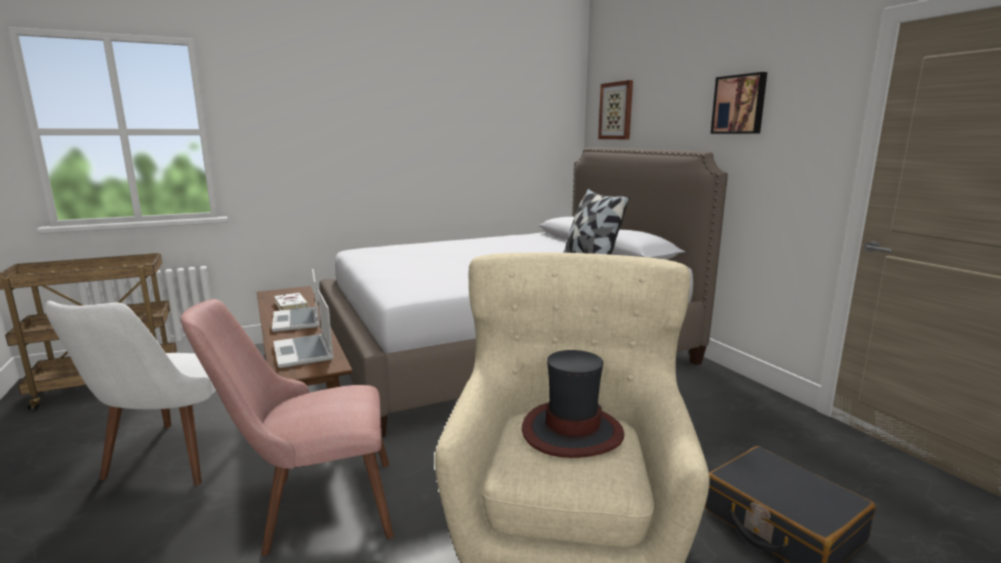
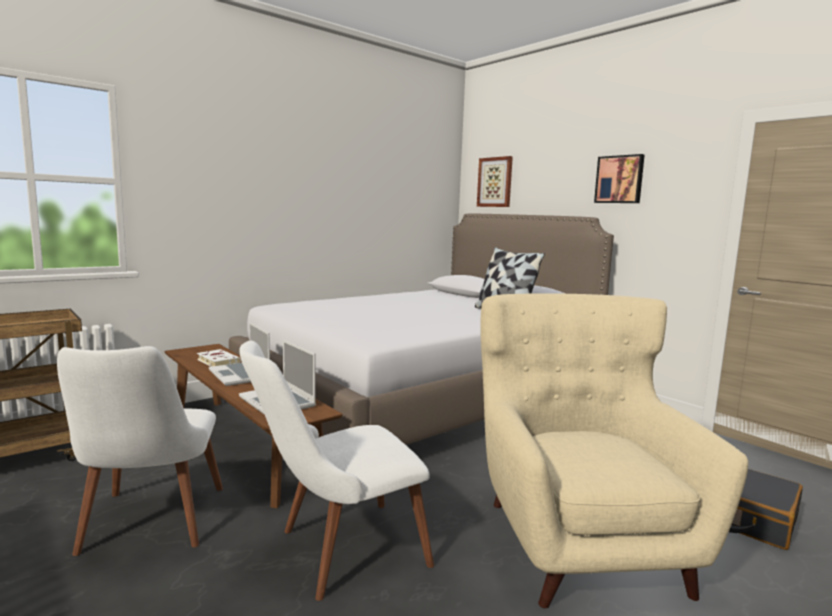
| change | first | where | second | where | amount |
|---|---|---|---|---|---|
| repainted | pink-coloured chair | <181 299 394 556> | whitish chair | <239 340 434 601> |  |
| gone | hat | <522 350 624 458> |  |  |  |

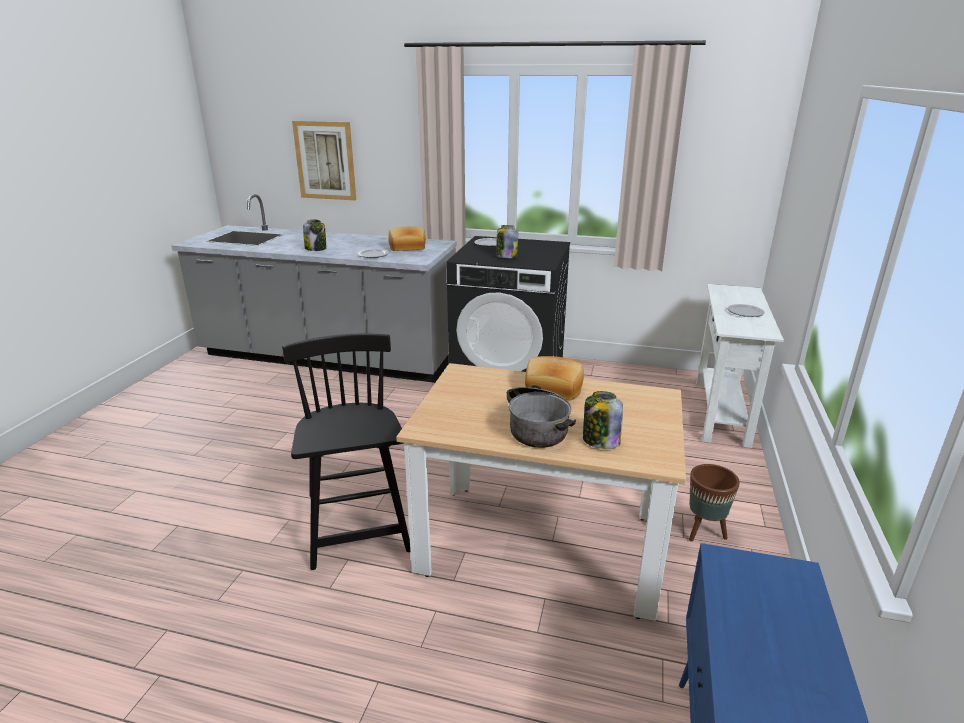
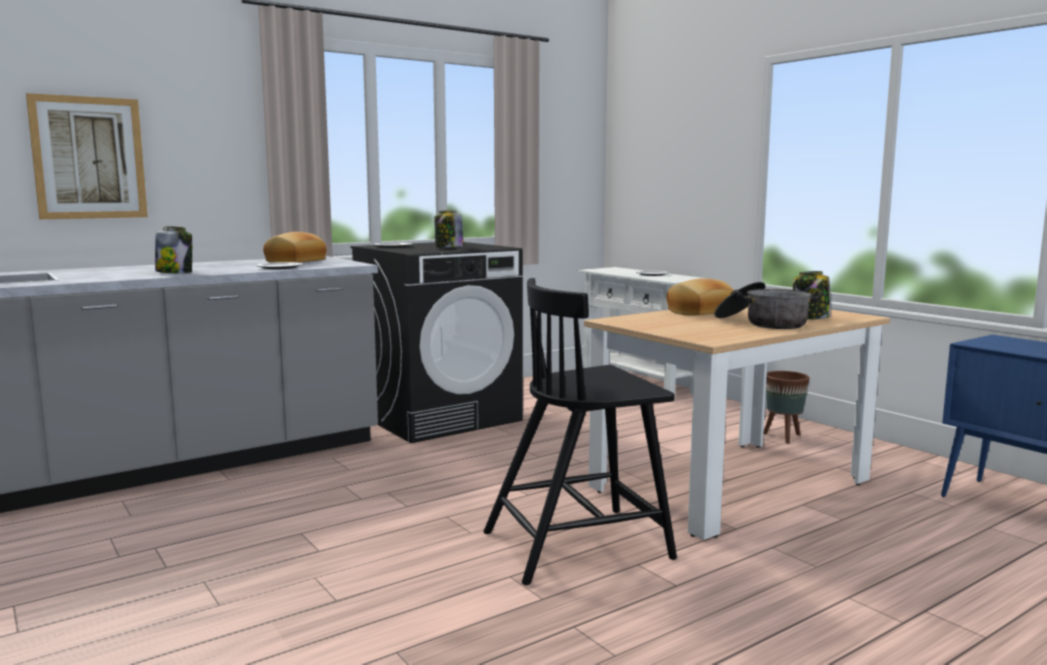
| change | first | where | second | where | amount |
|---|---|---|---|---|---|
| rotated | blackish chair | <282 334 410 570> |  | <483 278 677 585> | 45 degrees counterclockwise |

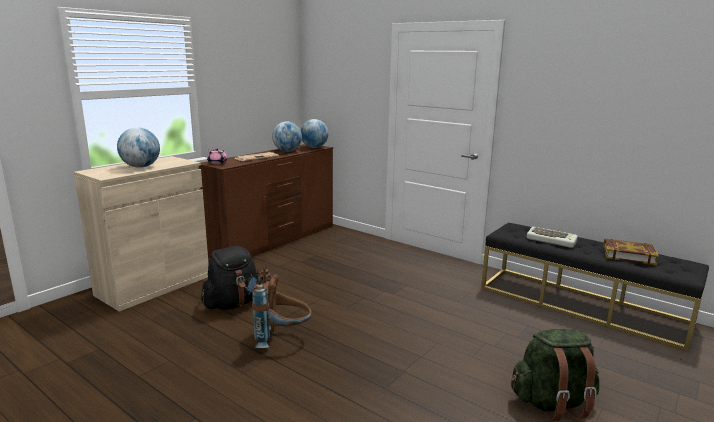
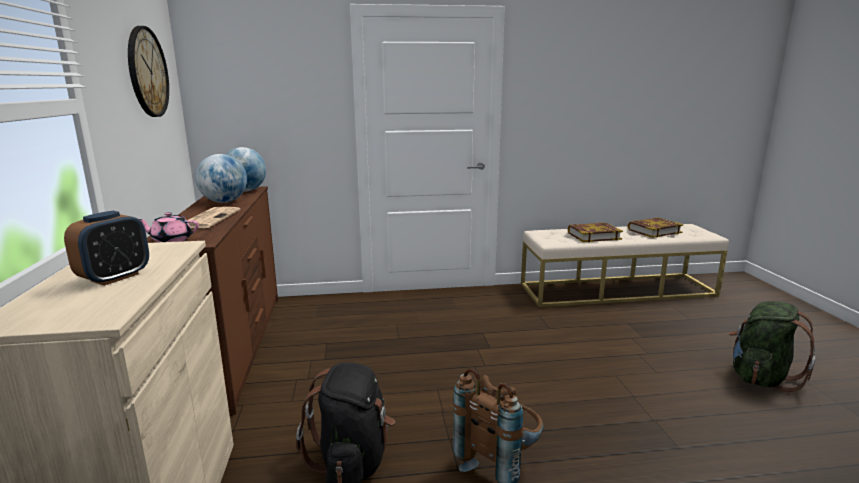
| change | first | where | second | where | amount |
|---|---|---|---|---|---|
| swapped | world globe | <117 127 160 168> | bedside clock | <64 211 149 286> |  |
| repainted | blackish bench | <481 223 709 351> | beige bench | <521 224 729 307> |  |
| swapped | keyboard | <527 227 578 248> | bound book | <568 222 623 242> |  |
| new |  |  | wall clock | <128 26 169 117> |  |

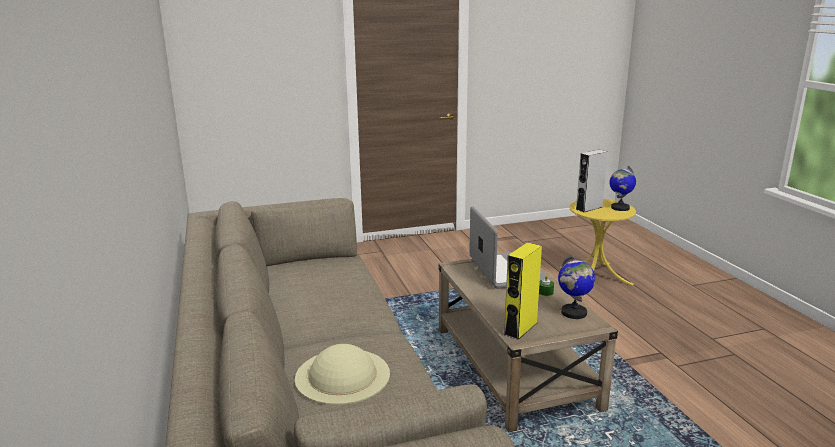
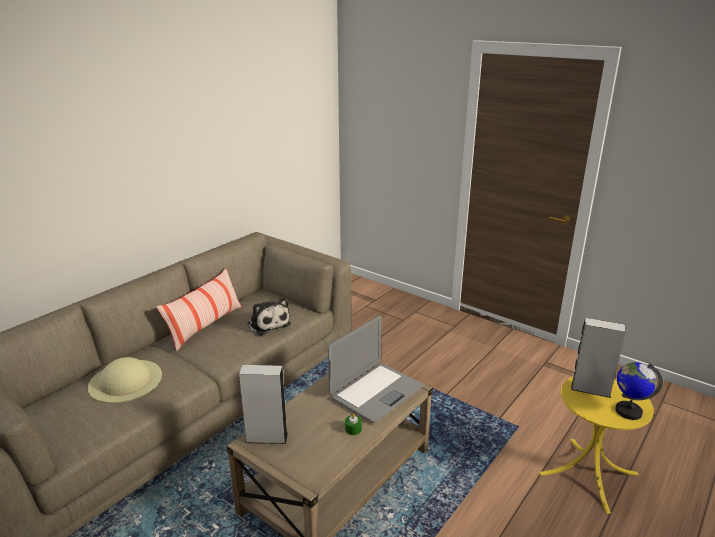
| change | first | where | second | where | amount |
|---|---|---|---|---|---|
| repainted | yellow-coloured speaker | <504 242 542 340> | gray speaker | <239 365 288 444> |  |
| gone | world globe | <558 254 595 319> |  |  |  |
| new |  |  | cushion | <156 268 242 351> |  |
| new |  |  | soft toy | <248 297 291 336> |  |

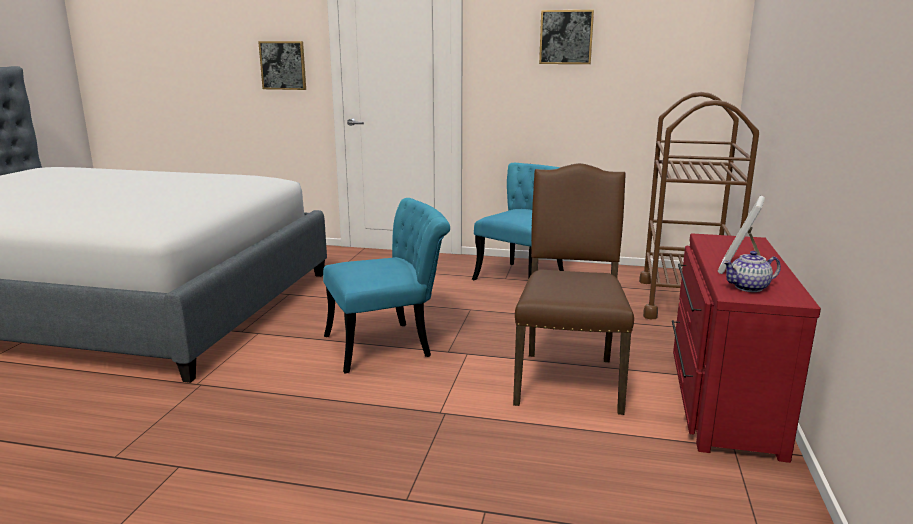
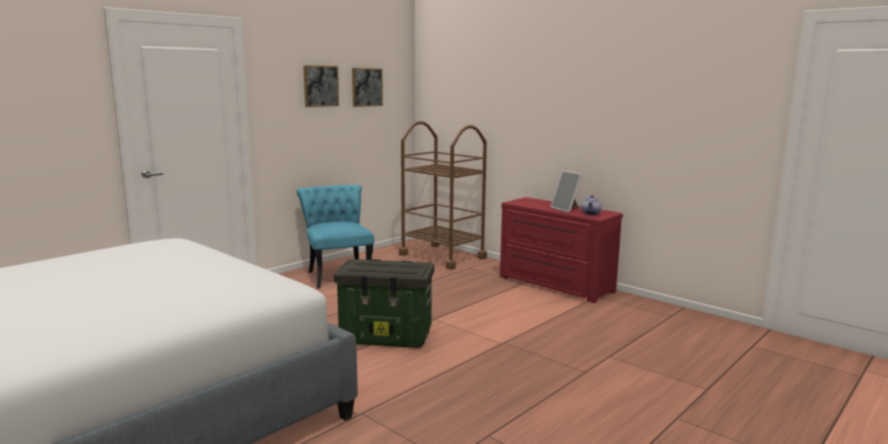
| change | first | where | second | where | amount |
|---|---|---|---|---|---|
| shifted | picture | <258 41 306 90> |  | <352 68 383 107> |  |
| gone | brownish chair | <513 163 634 415> |  |  |  |
| swapped | turquoise-coloured chair | <323 198 450 373> | storage container | <334 259 434 348> |  |

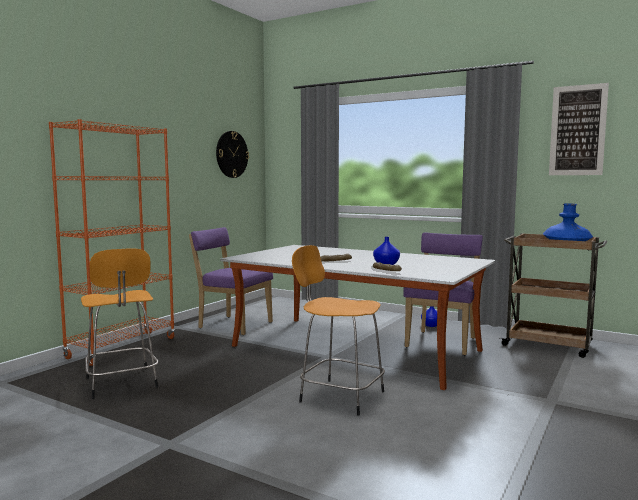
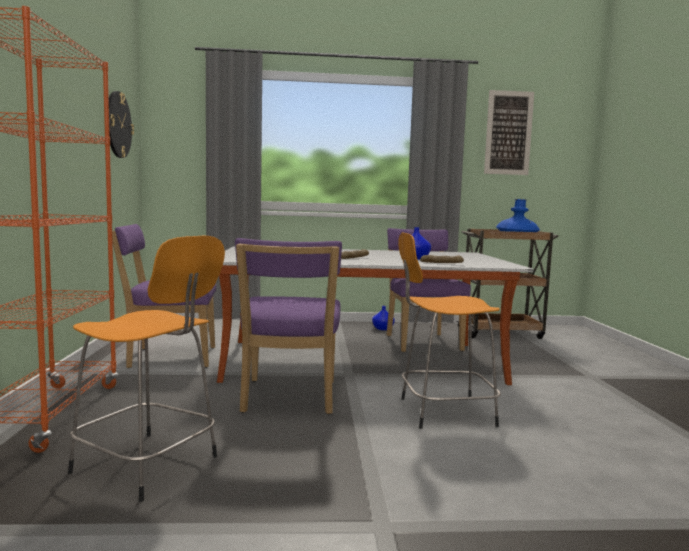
| change | first | where | second | where | amount |
|---|---|---|---|---|---|
| new |  |  | purplish chair | <235 238 342 414> |  |

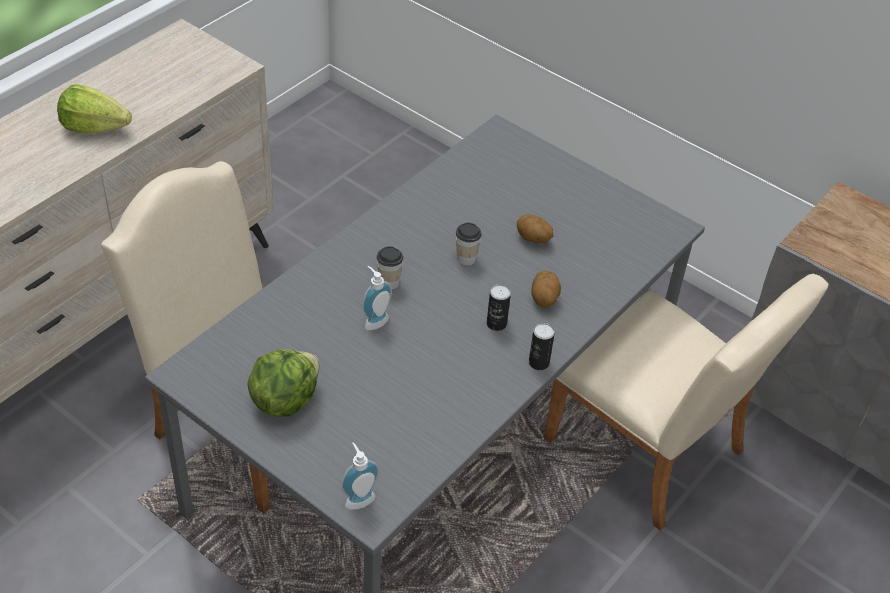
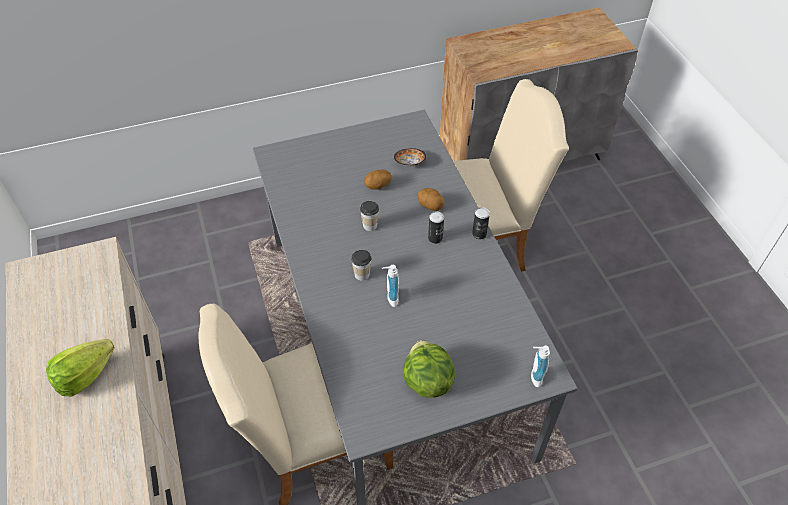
| change | first | where | second | where | amount |
|---|---|---|---|---|---|
| new |  |  | deep dish | <394 148 426 166> |  |

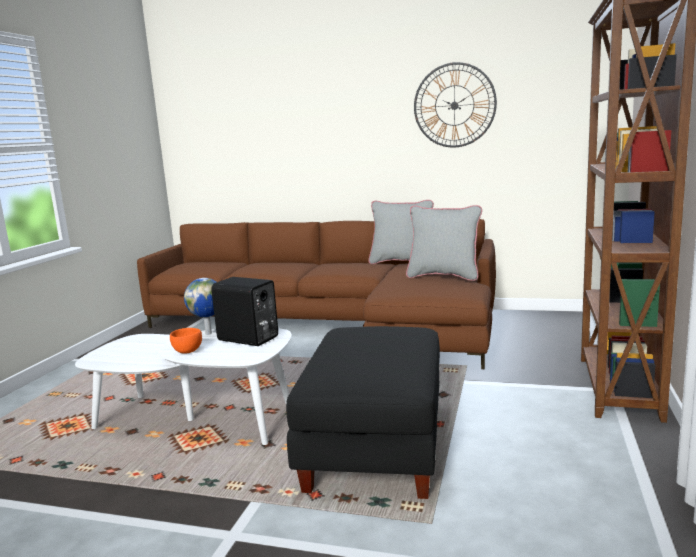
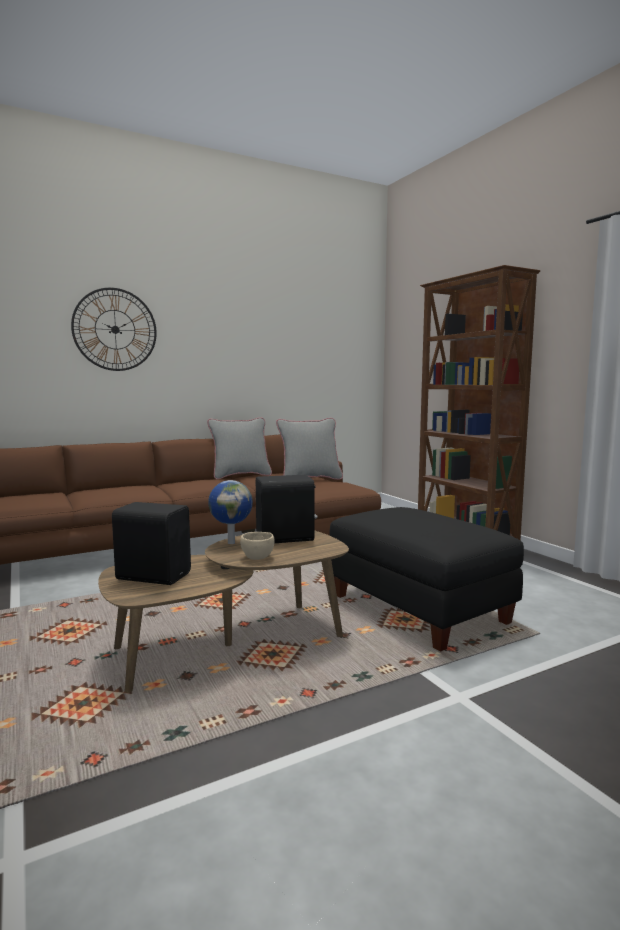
| change | first | where | second | where | amount |
|---|---|---|---|---|---|
| shifted | wall clock | <414 62 497 147> |  | <71 288 157 371> |  |
| repainted | orange-coloured deep dish | <170 328 202 354> | beige deep dish | <240 532 275 560> |  |
| repainted | whitish low table | <75 329 292 445> | brownish low table | <98 530 349 693> |  |
| new |  |  | blackish speaker | <112 502 191 585> |  |

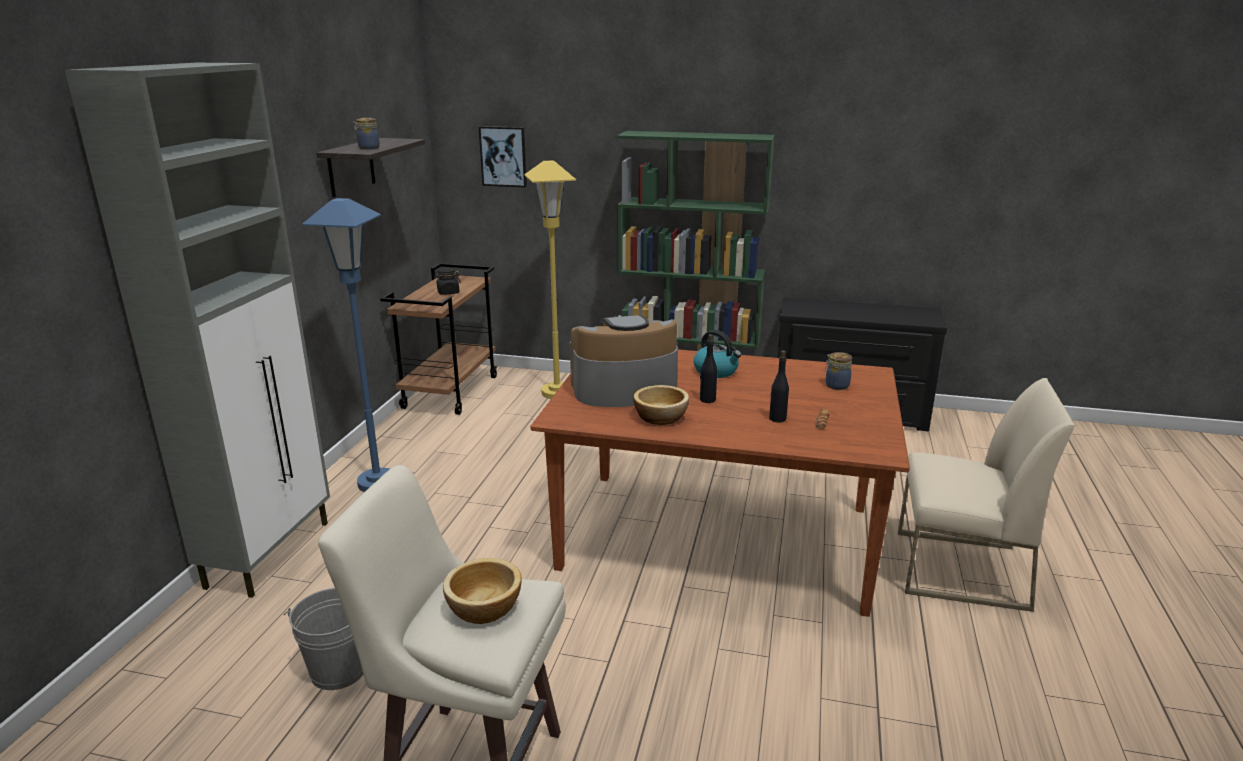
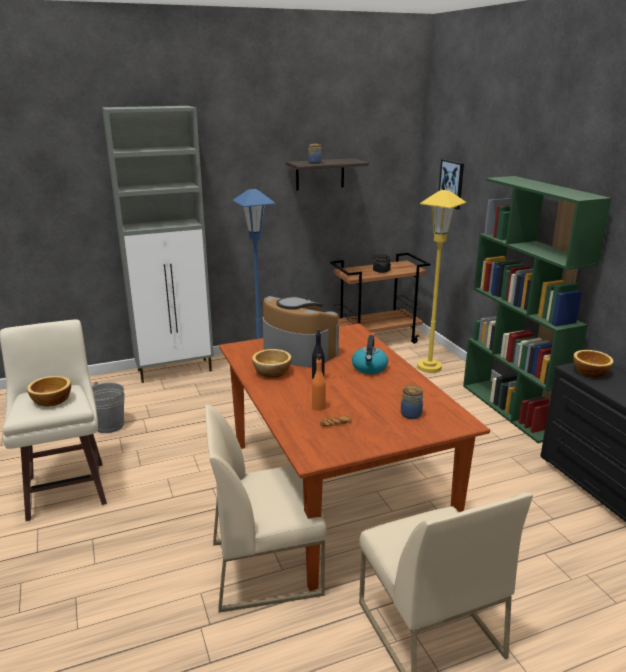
| change | first | where | second | where | amount |
|---|---|---|---|---|---|
| repainted | blackish beverage bottle | <769 350 789 422> | orange-coloured beverage bottle | <312 354 326 411> |  |
| new |  |  | deep dish | <573 350 614 378> |  |
| new |  |  | beige chair | <205 404 327 613> |  |

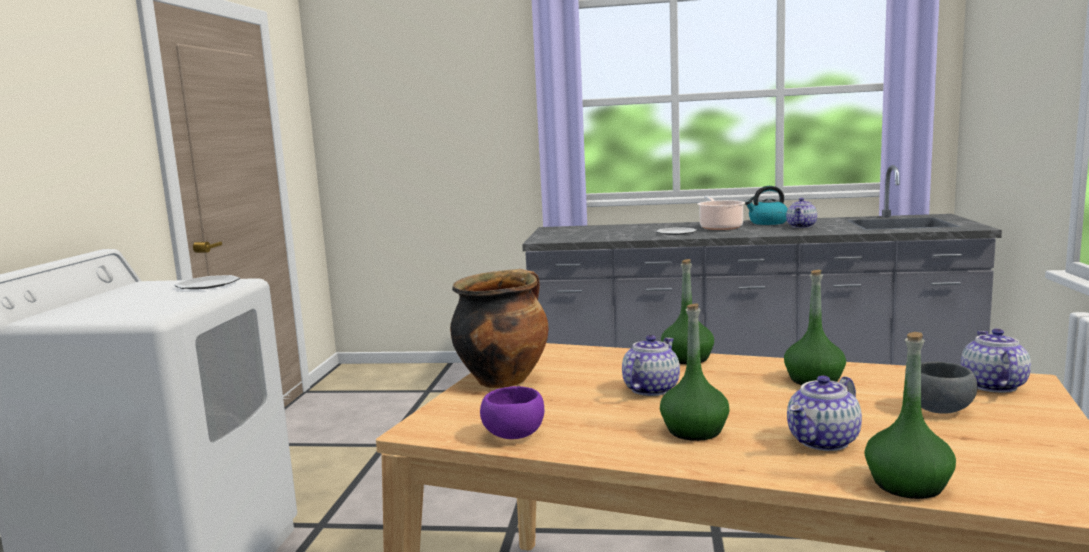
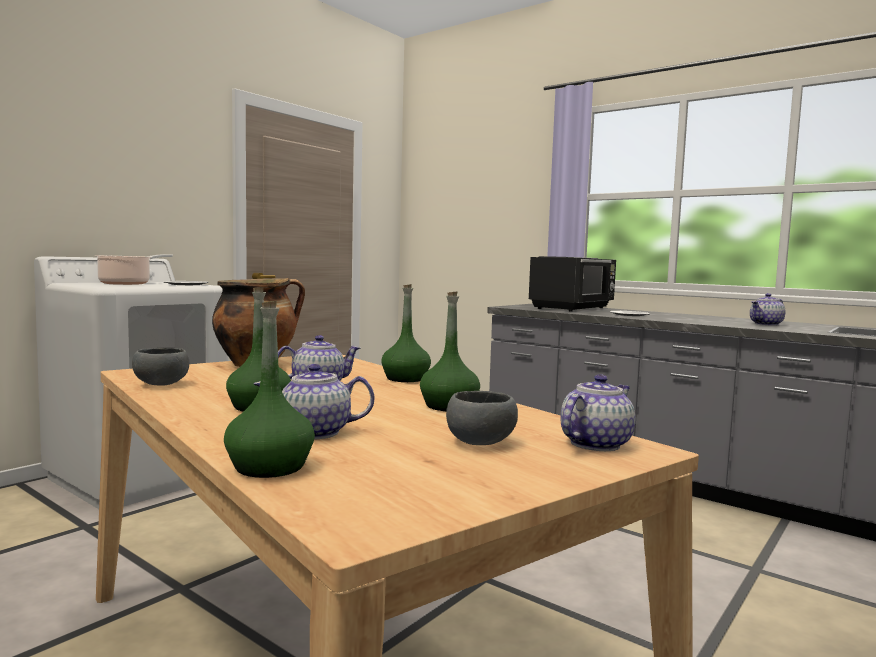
| change | first | where | second | where | amount |
|---|---|---|---|---|---|
| gone | tea kettle | <745 186 788 225> |  |  |  |
| shifted | saucepot | <698 196 745 230> |  | <95 254 173 285> |  |
| repainted | purplish deep dish | <480 386 544 439> | gray deep dish | <132 348 189 386> |  |
| new |  |  | blackish microwave | <529 256 616 312> |  |

